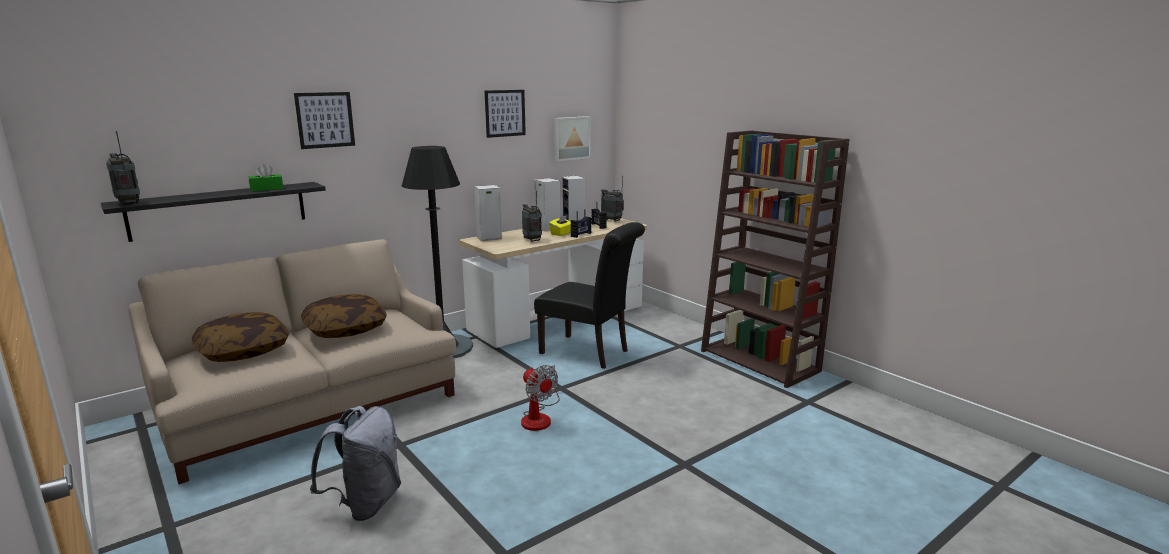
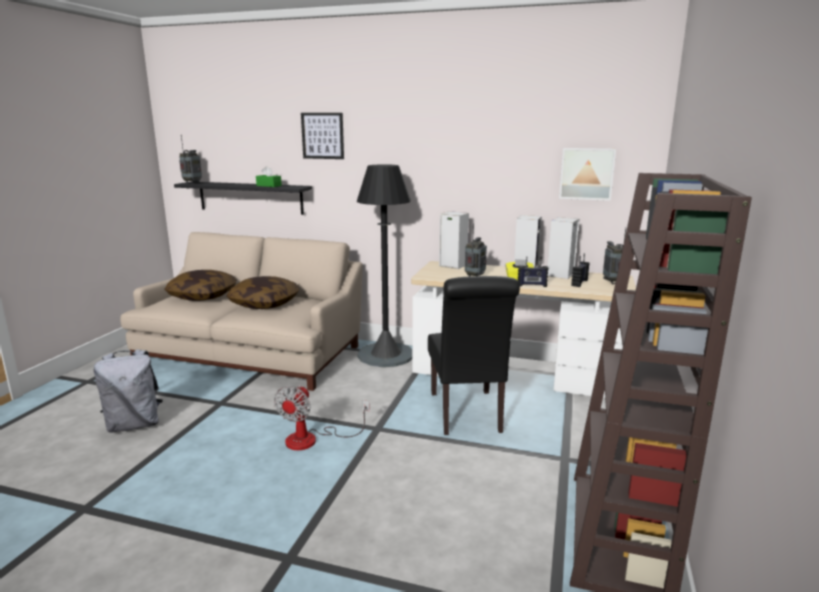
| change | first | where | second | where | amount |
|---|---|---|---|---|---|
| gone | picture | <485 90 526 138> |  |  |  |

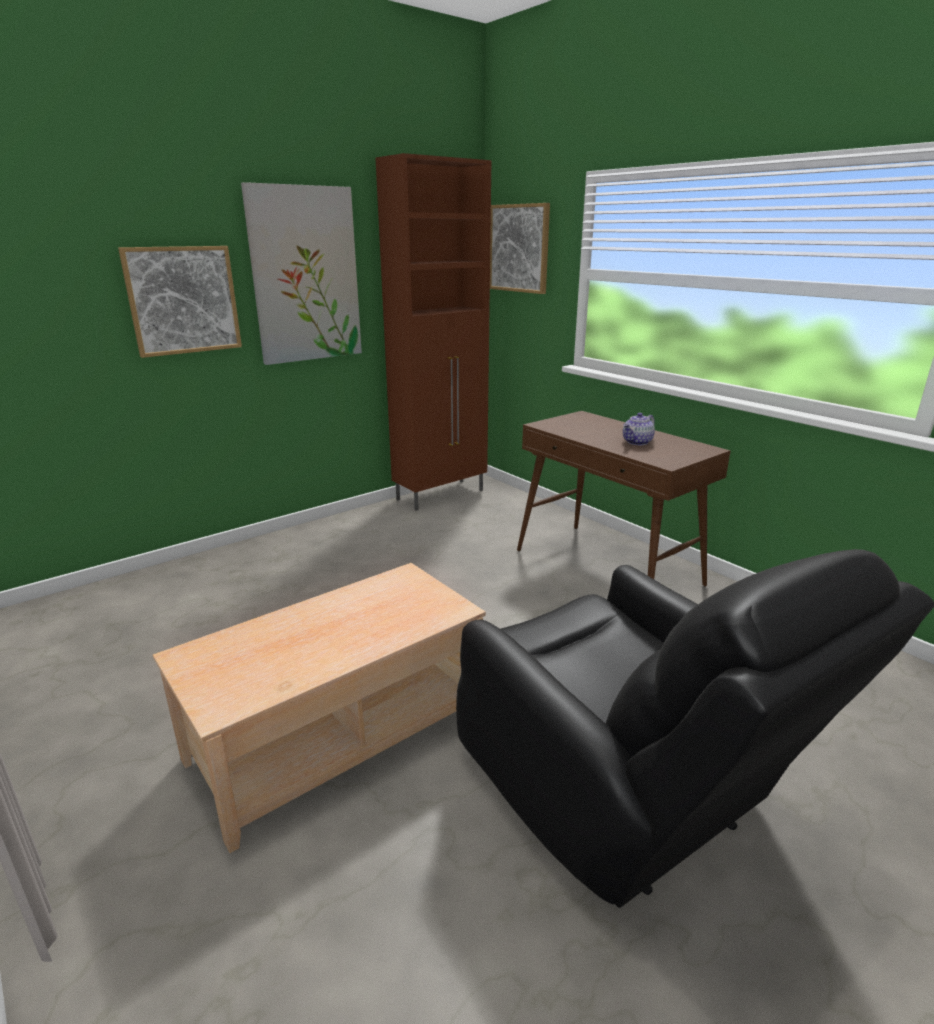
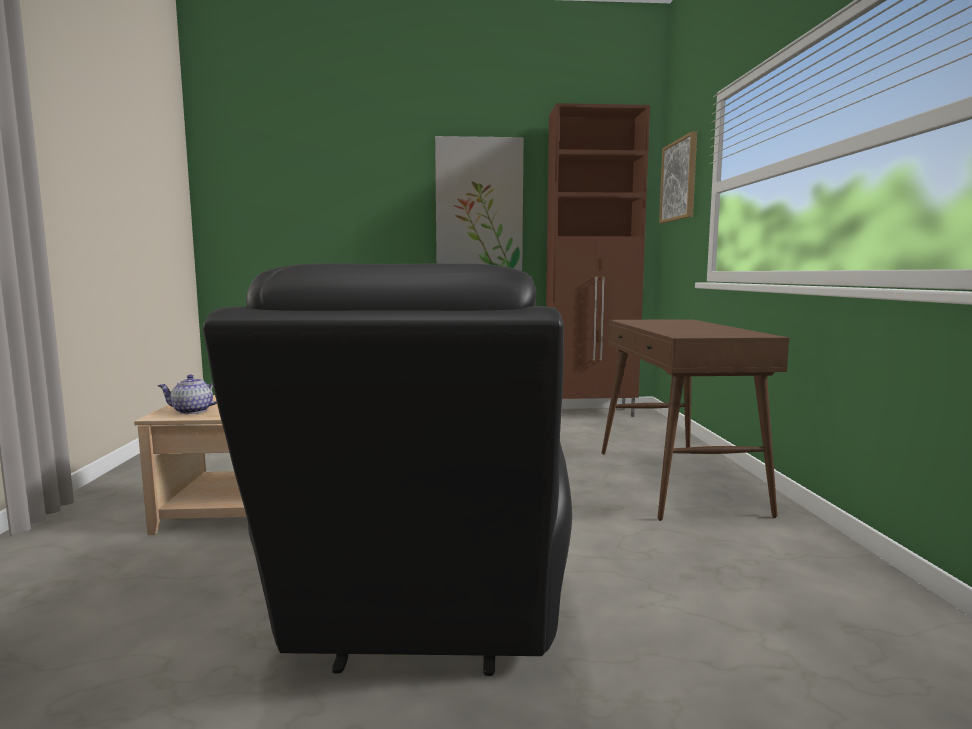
| change | first | where | second | where | amount |
|---|---|---|---|---|---|
| gone | picture | <118 246 242 358> |  |  |  |
| shifted | pot for tea | <623 413 655 445> |  | <157 374 217 414> |  |

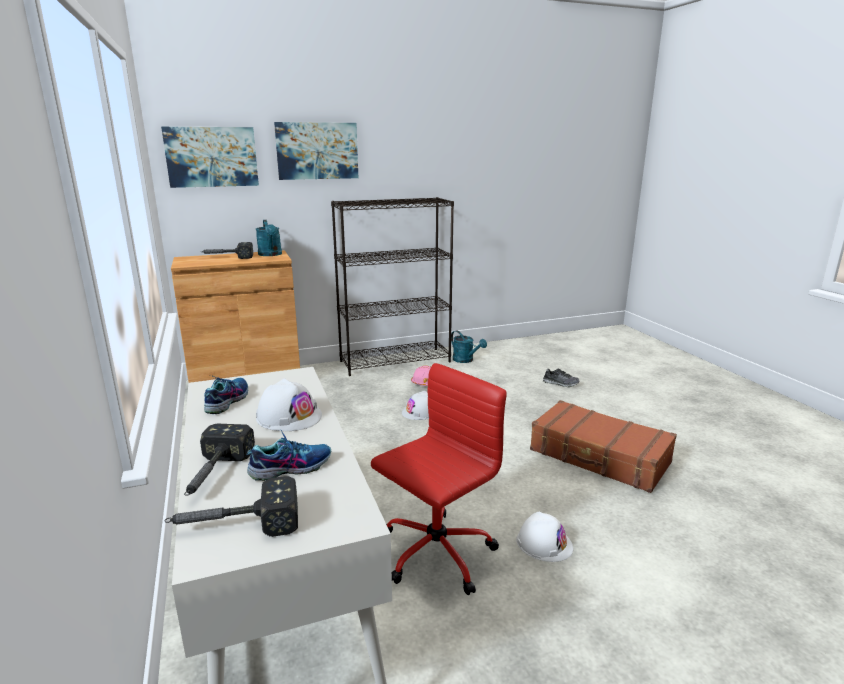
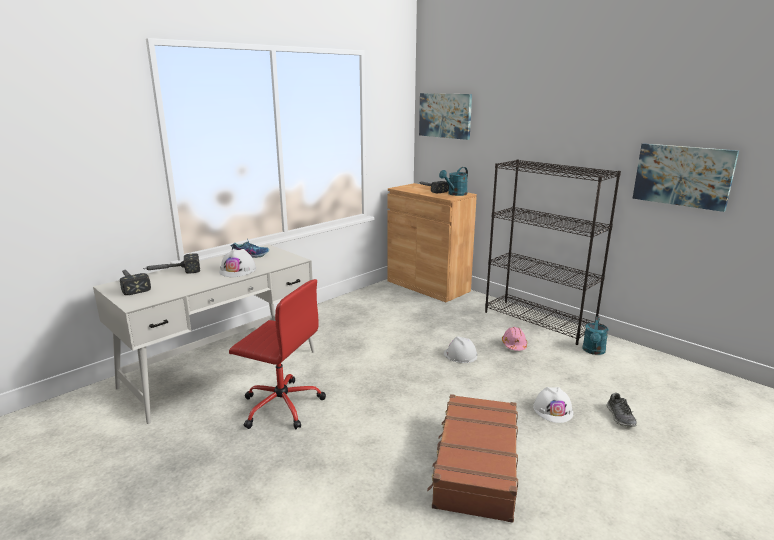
| change | first | where | second | where | amount |
|---|---|---|---|---|---|
| shifted | picture | <274 122 358 180> |  | <632 143 739 212> |  |
| gone | shoe | <246 429 331 481> |  |  |  |
| shifted | whitish safety helmet | <516 511 573 562> |  | <533 387 573 423> |  |

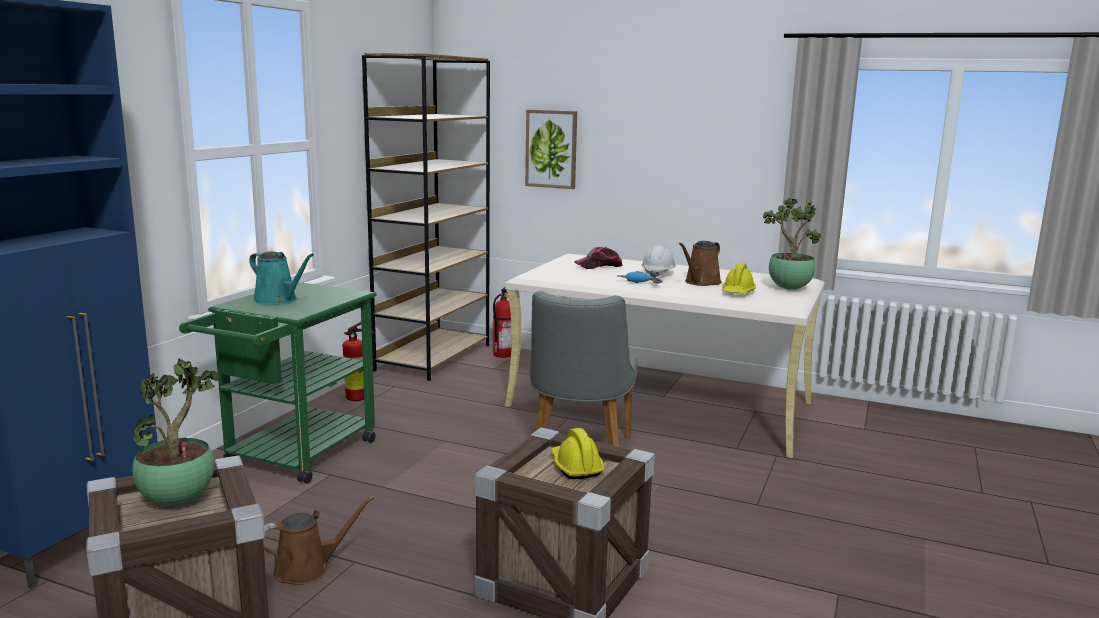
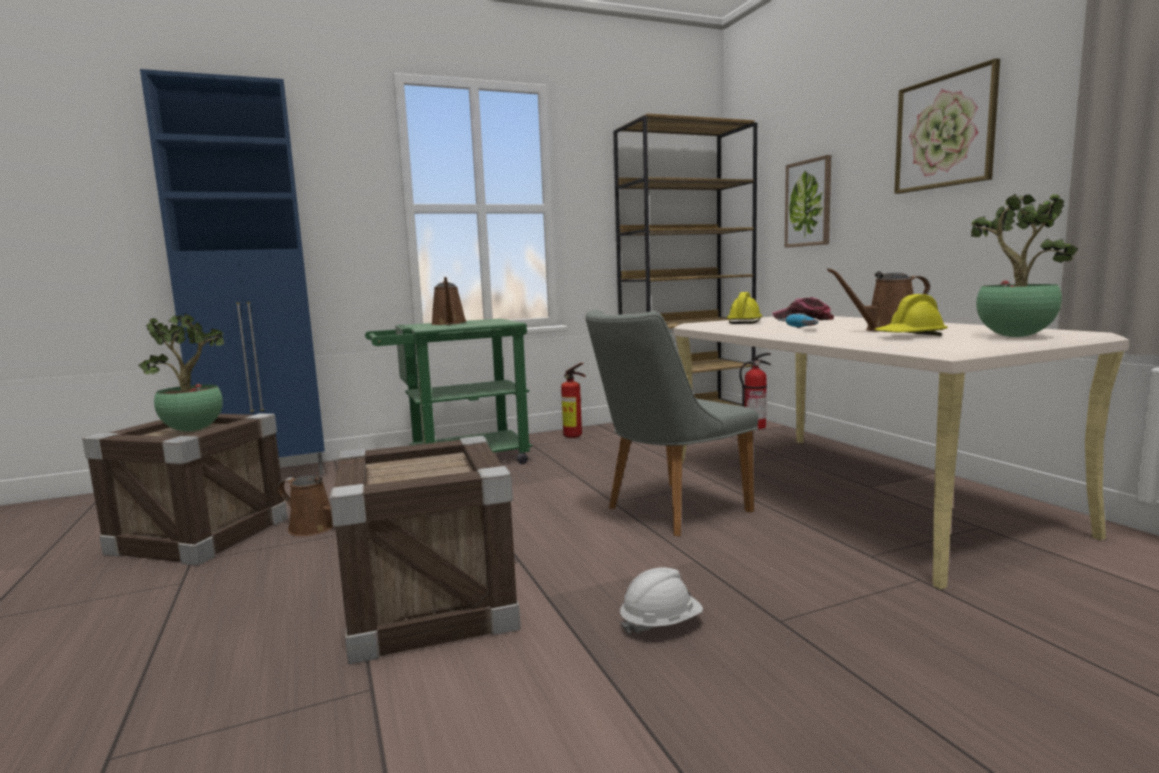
| change | first | where | second | where | amount |
|---|---|---|---|---|---|
| shifted | whitish safety helmet | <642 245 676 277> |  | <620 567 703 635> |  |
| repainted | turquoise-coloured watering pot | <249 251 314 305> | brownish watering pot | <431 277 467 325> |  |
| shifted | yellow-coloured safety helmet | <551 428 605 479> |  | <727 292 762 324> |  |
| new |  |  | picture | <894 58 1000 194> |  |

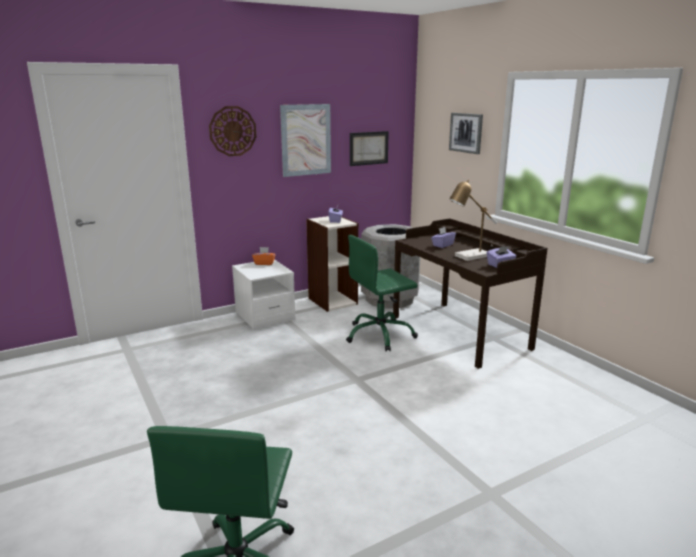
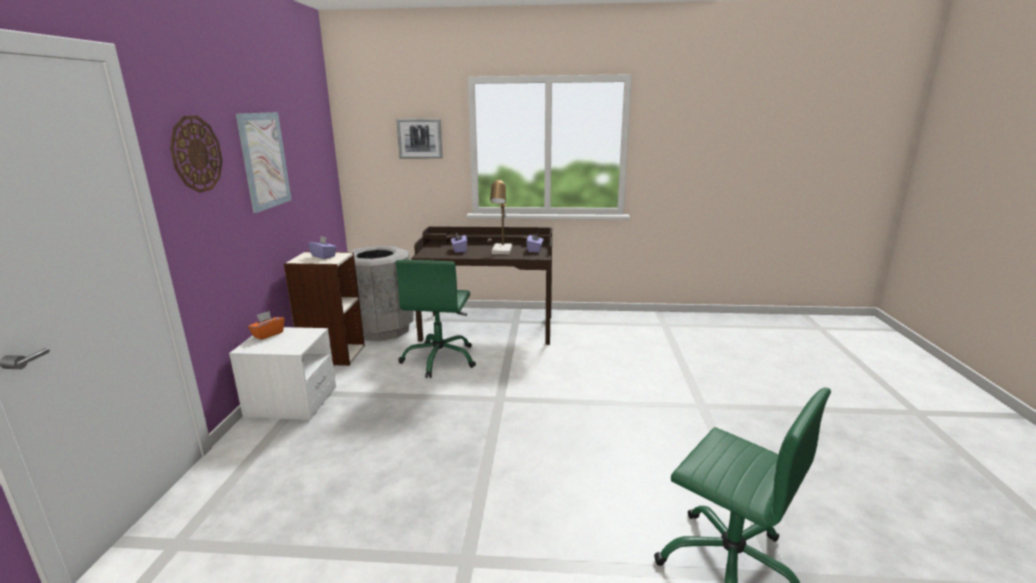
| change | first | where | second | where | amount |
|---|---|---|---|---|---|
| gone | picture | <350 131 389 166> |  |  |  |

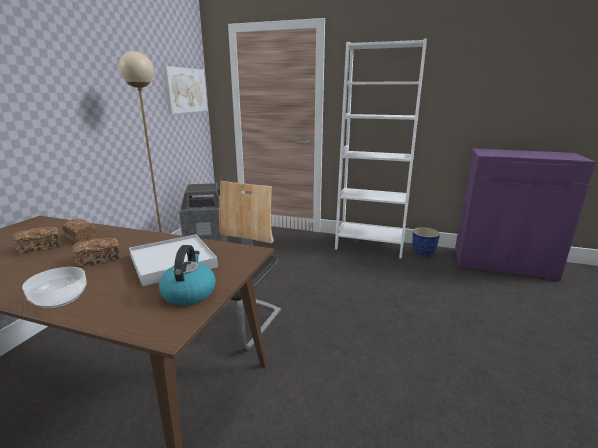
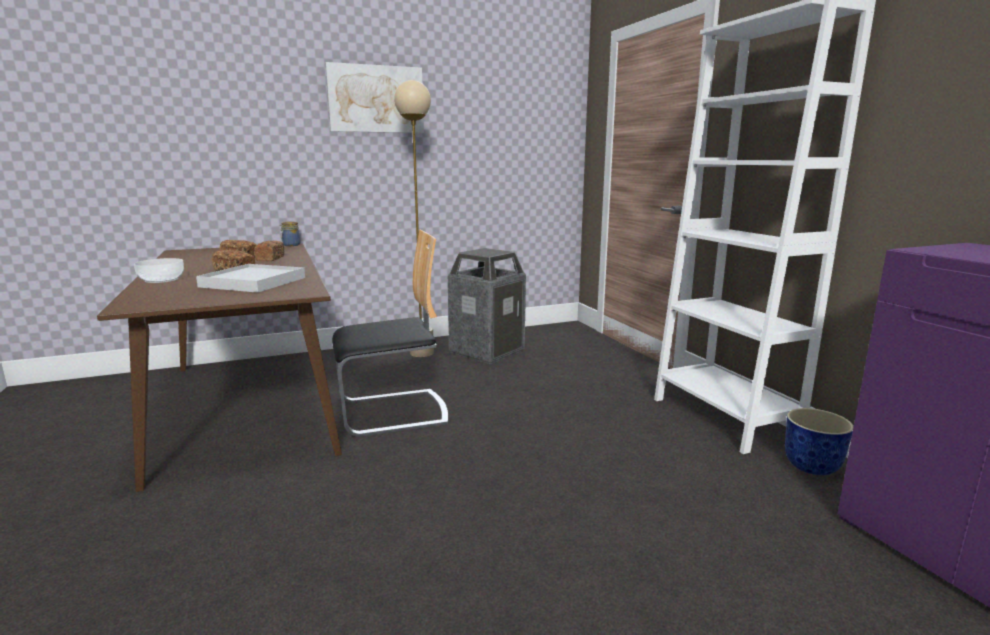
| change | first | where | second | where | amount |
|---|---|---|---|---|---|
| shifted | picture | <163 66 207 114> |  | <325 62 424 133> |  |
| gone | tea kettle | <159 245 216 306> |  |  |  |
| new |  |  | preserve jar | <280 221 300 246> |  |

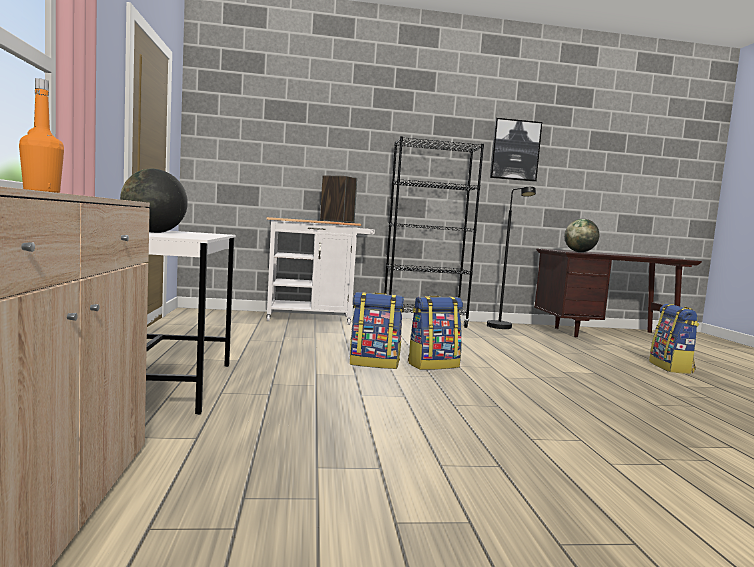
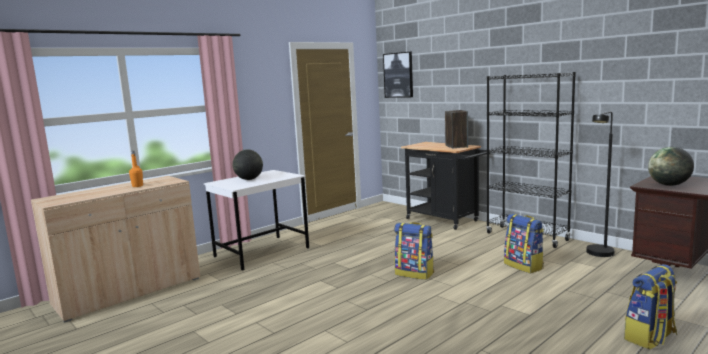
| change | first | where | second | where | amount |
|---|---|---|---|---|---|
| shifted | picture | <490 118 542 182> |  | <383 52 413 98> |  |
| repainted | whitish wheeled cart | <266 217 375 325> | blackish wheeled cart | <401 142 490 230> |  |
| shifted | backpack | <350 292 404 369> |  | <504 214 544 274> |  |

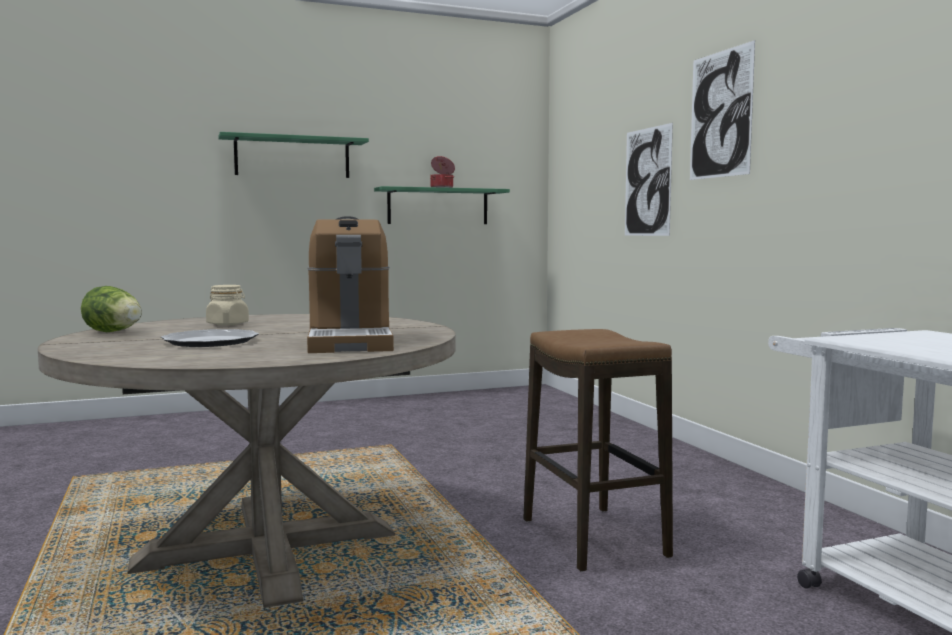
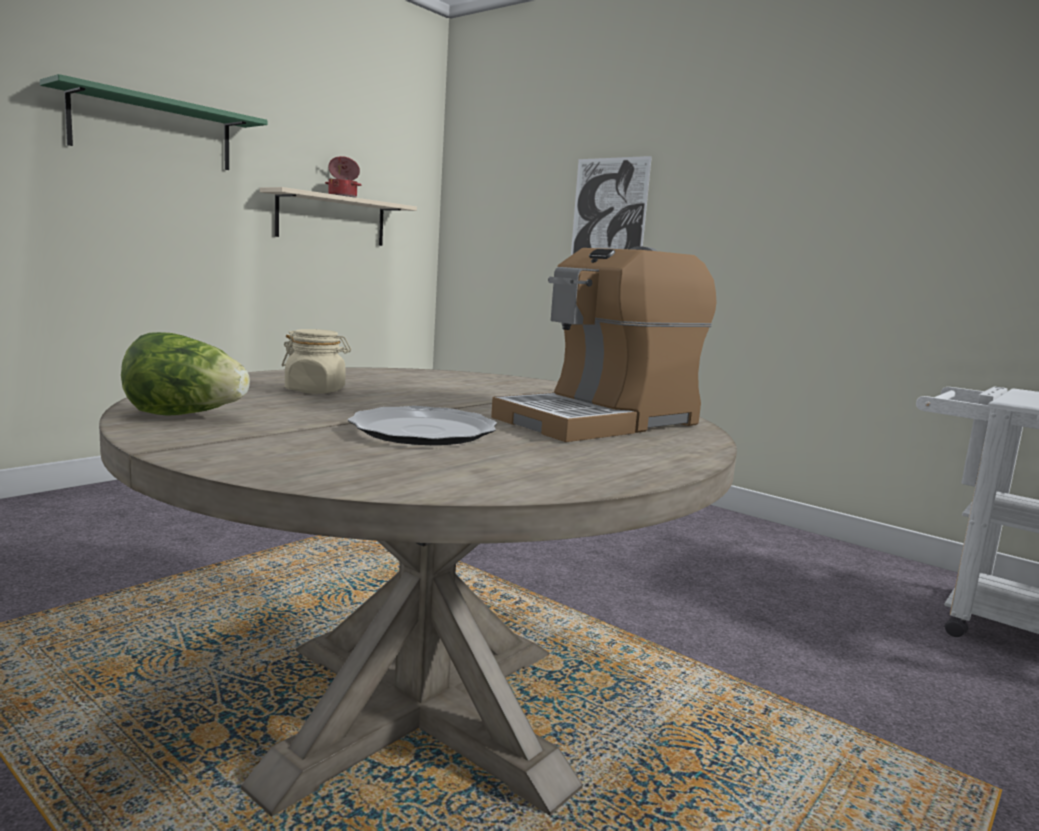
| change | first | where | second | where | amount |
|---|---|---|---|---|---|
| gone | picture | <690 40 755 180> |  |  |  |
| repainted | green-coloured wall shelf | <374 186 510 224> | beige wall shelf | <260 187 417 246> |  |
| rotated | coffee machine | <307 216 394 353> |  | <491 246 716 442> | 90 degrees clockwise |
| gone | stool | <523 329 673 572> |  |  |  |

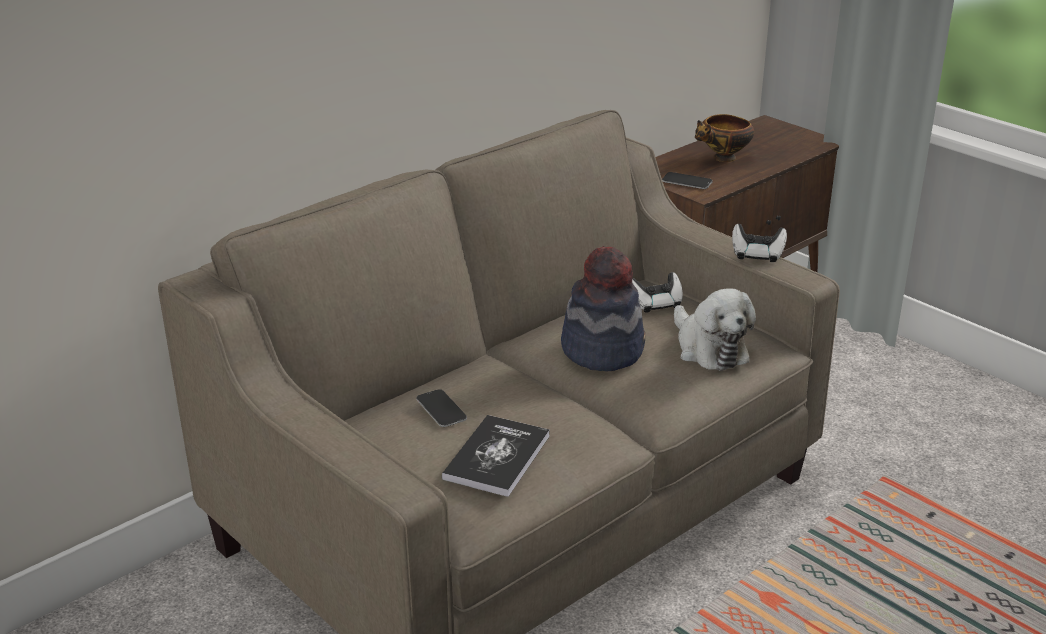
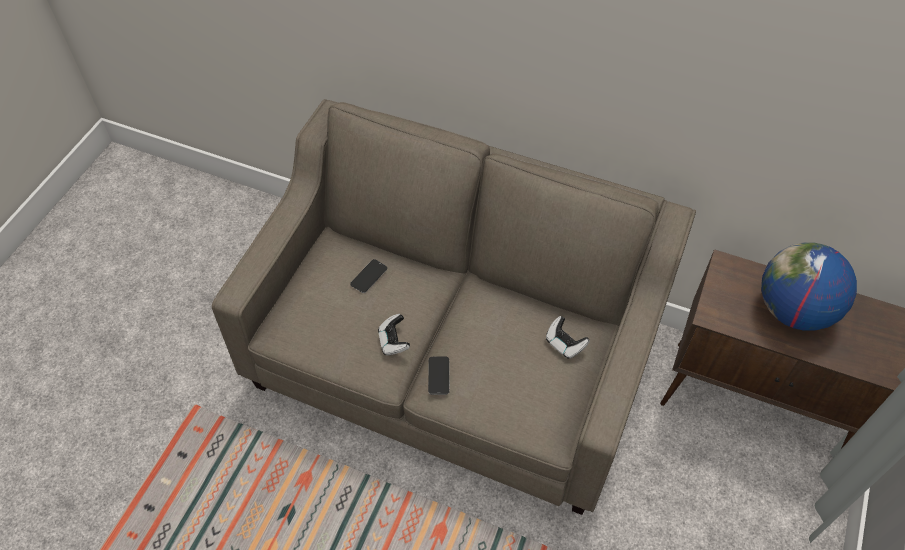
| change | first | where | second | where | amount |
|---|---|---|---|---|---|
| swapped | deep dish | <695 114 754 162> | world globe | <761 242 857 331> |  |
| shifted | phone | <662 172 713 189> |  | <428 356 450 395> |  |
| shifted | gamepad | <732 224 787 262> |  | <378 314 410 356> |  |
| gone | hat | <561 246 646 371> |  |  |  |
| gone | soft toy | <674 288 756 371> |  |  |  |
| gone | bound book | <442 415 550 497> |  |  |  |

